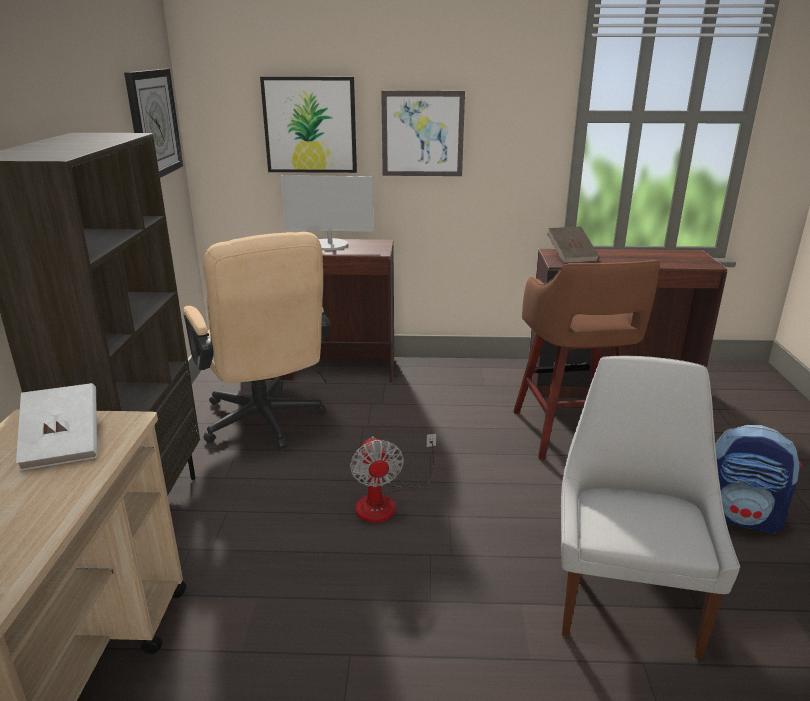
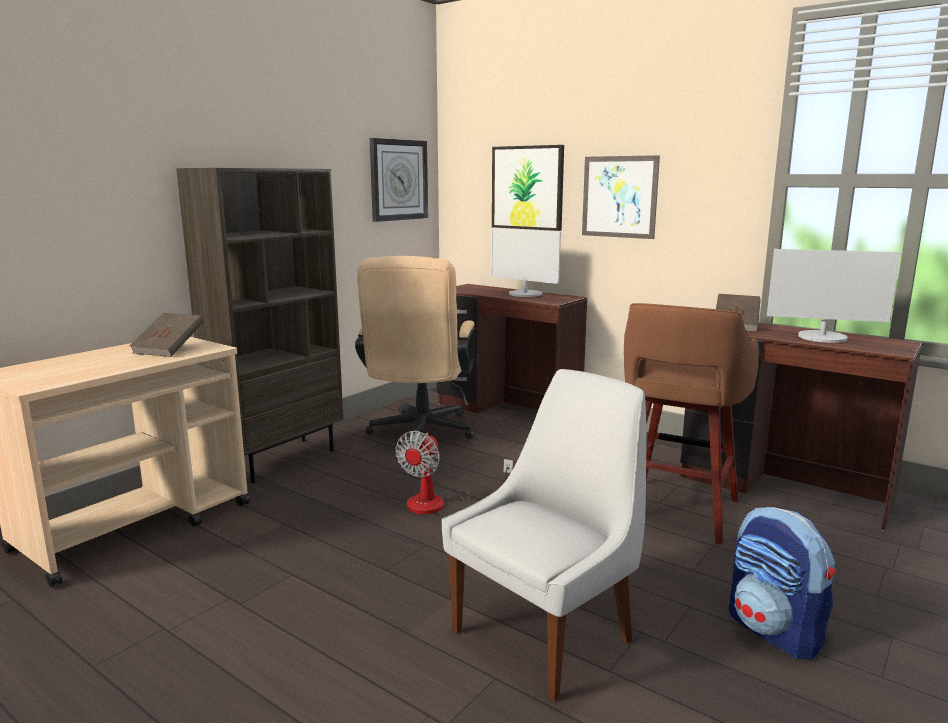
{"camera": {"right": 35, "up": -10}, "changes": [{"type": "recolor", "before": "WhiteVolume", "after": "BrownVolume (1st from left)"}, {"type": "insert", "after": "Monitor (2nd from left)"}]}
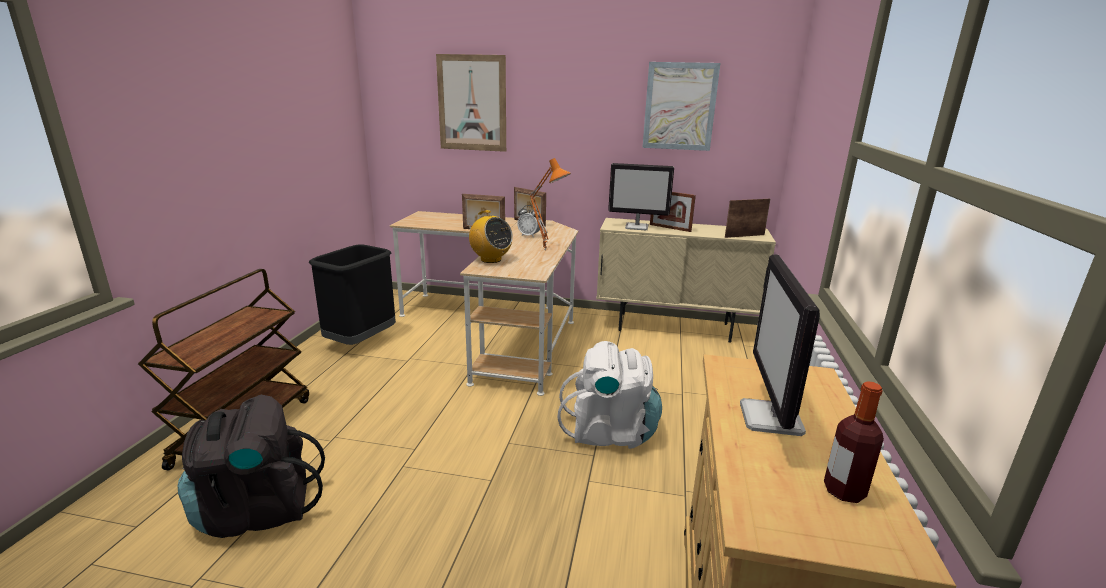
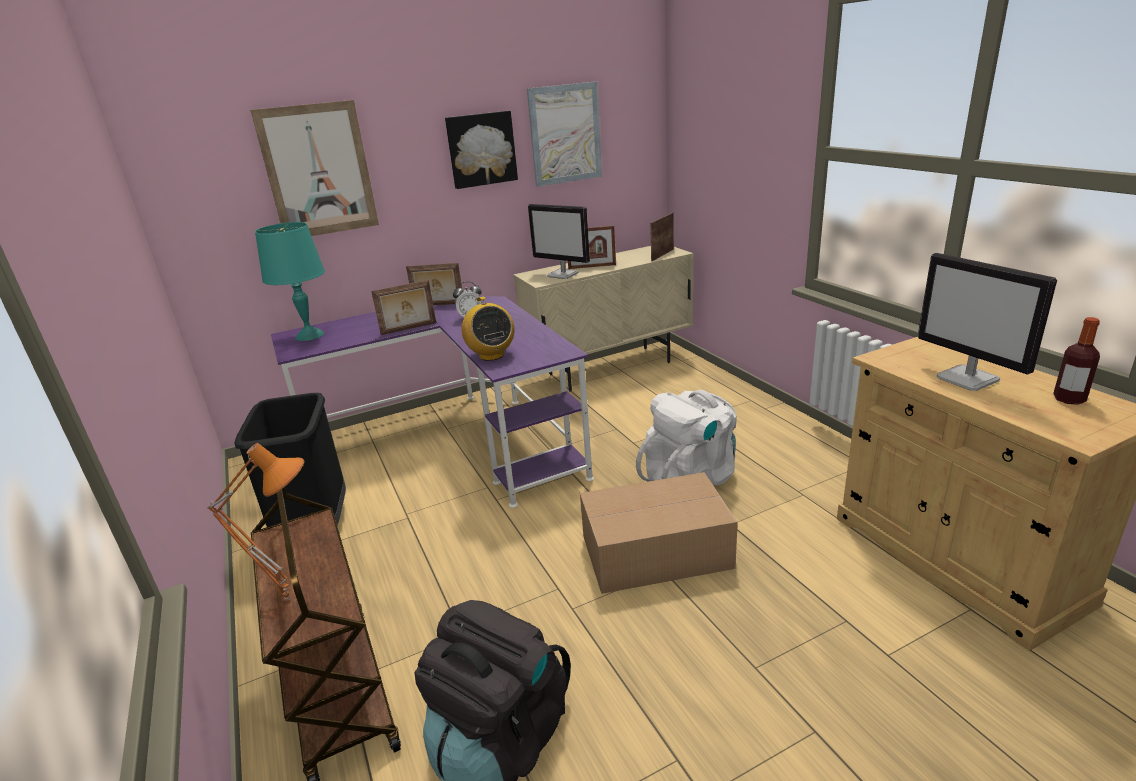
{"camera": {"right": -35, "up": 5}, "changes": [{"type": "move", "before": "OrangeColouredTableLamp"}, {"type": "rotate", "before": "Monitor (1st from left)", "turn": 60}, {"type": "rotate", "before": "RadioReceiver", "turn": 60}, {"type": "recolor", "before": "BeigeColouredDesk", "after": "PurpleColouredDesk"}, {"type": "insert", "after": "WallPicture (2nd from left)"}, {"type": "insert", "after": "BlueGreenTableLamp"}, {"type": "insert", "after": "CardboardBox"}]}
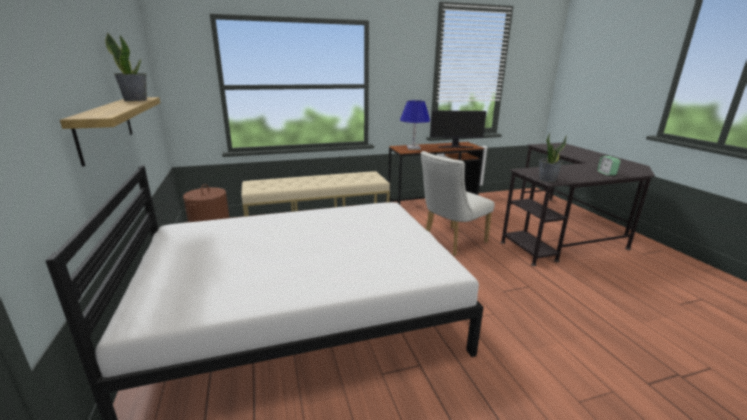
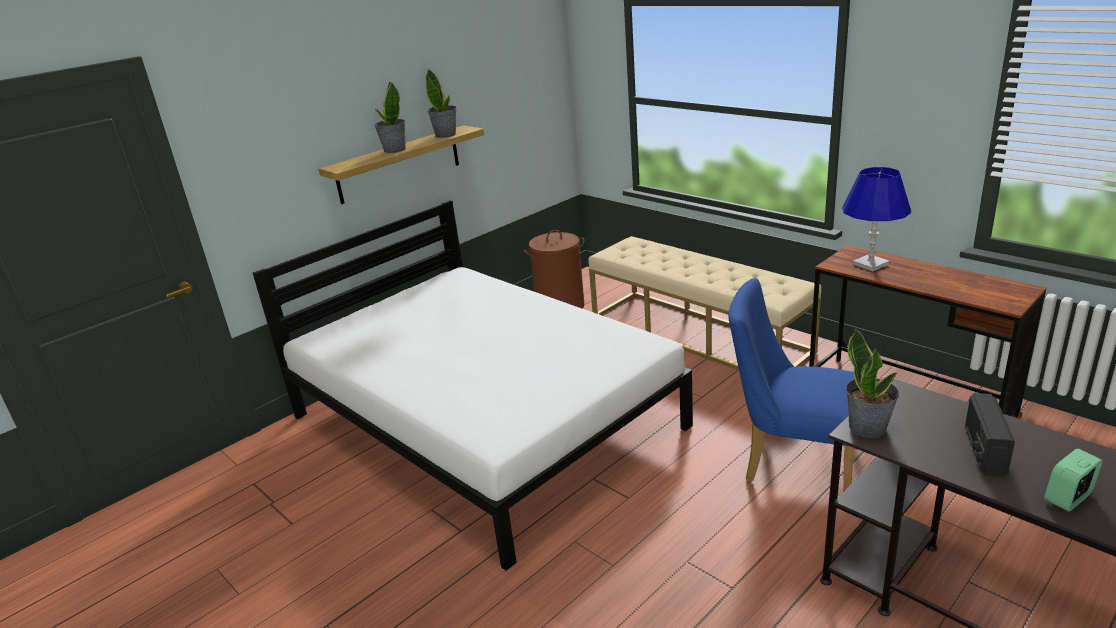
{"camera": {"right": 65, "up": 5}, "changes": [{"type": "delete", "before": "Monitor"}, {"type": "recolor", "before": "WhitePlainChair", "after": "BlueColouredPlainChair"}, {"type": "insert", "after": "Houseplant (1st from left)"}, {"type": "insert", "after": "RadioReceiver"}]}
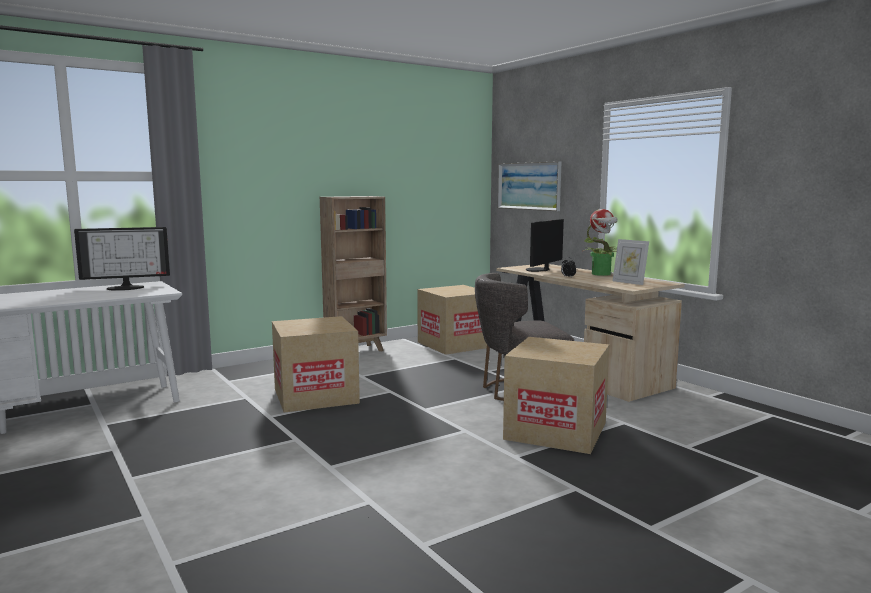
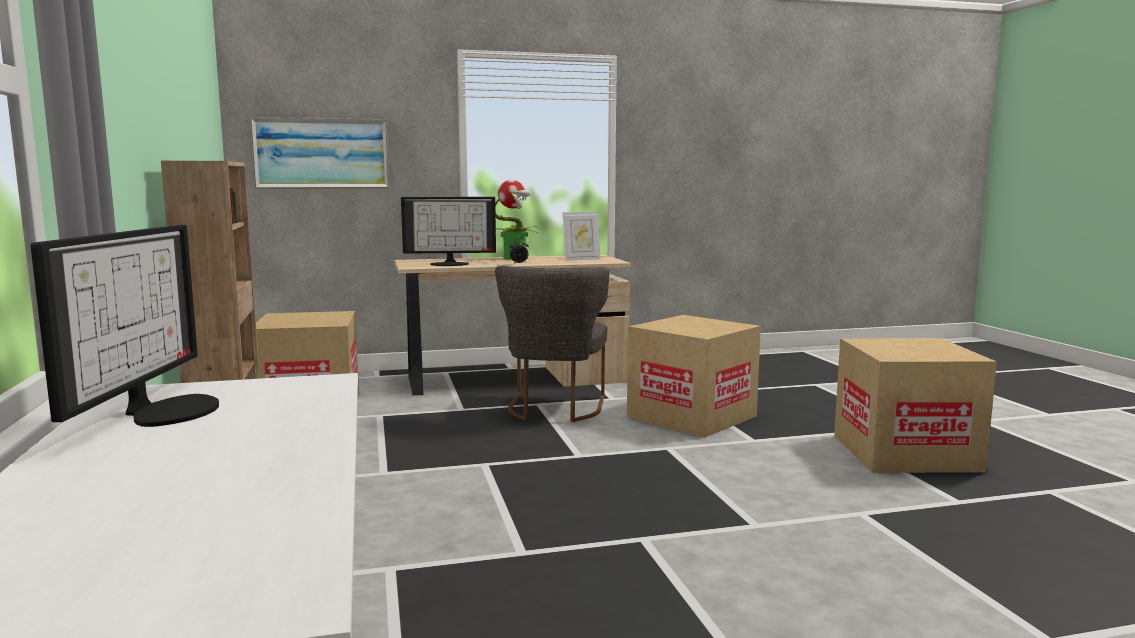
{"camera": {"right": -70, "up": 0}, "changes": [{"type": "rotate", "before": "Monitor (2nd from left)", "turn": -60}, {"type": "move", "before": "CardboardBox (1st from left in the first image)", "after": "CardboardBox (3rd from left)"}]}
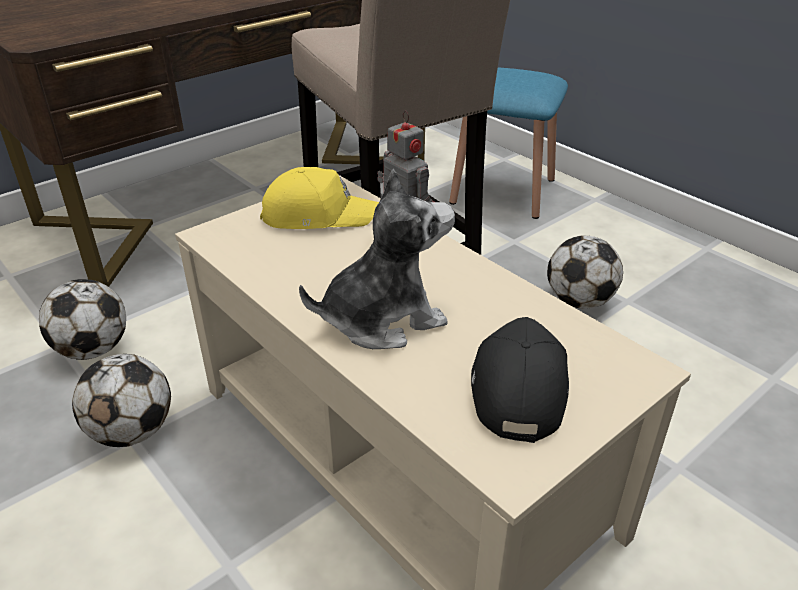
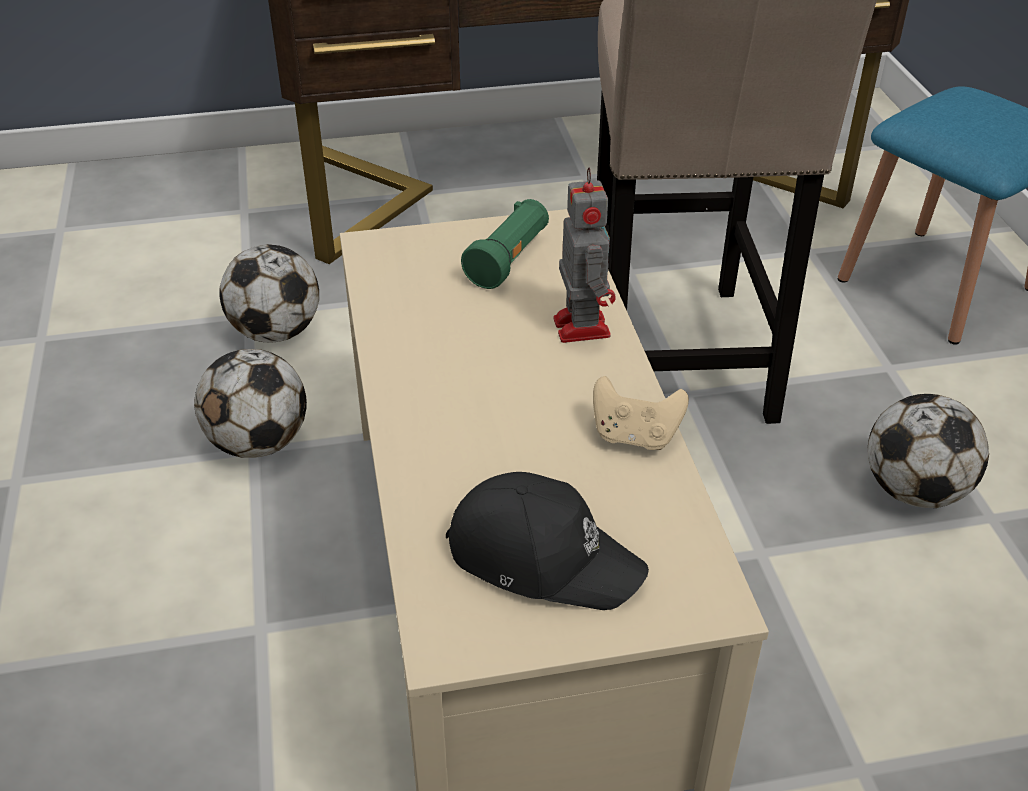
{"camera": {"right": 30, "up": 5}, "changes": [{"type": "replace", "before": "YellowCap", "after": "GreenFlashlight"}, {"type": "delete", "before": "PlushToy"}, {"type": "rotate", "before": "BlackColouredCap", "turn": 75}, {"type": "insert", "after": "BeigeColouredJoypad"}]}
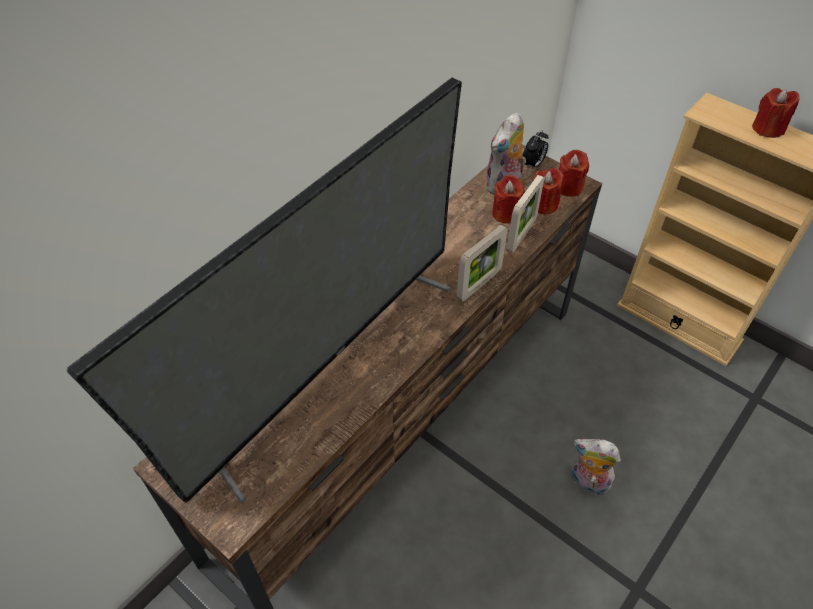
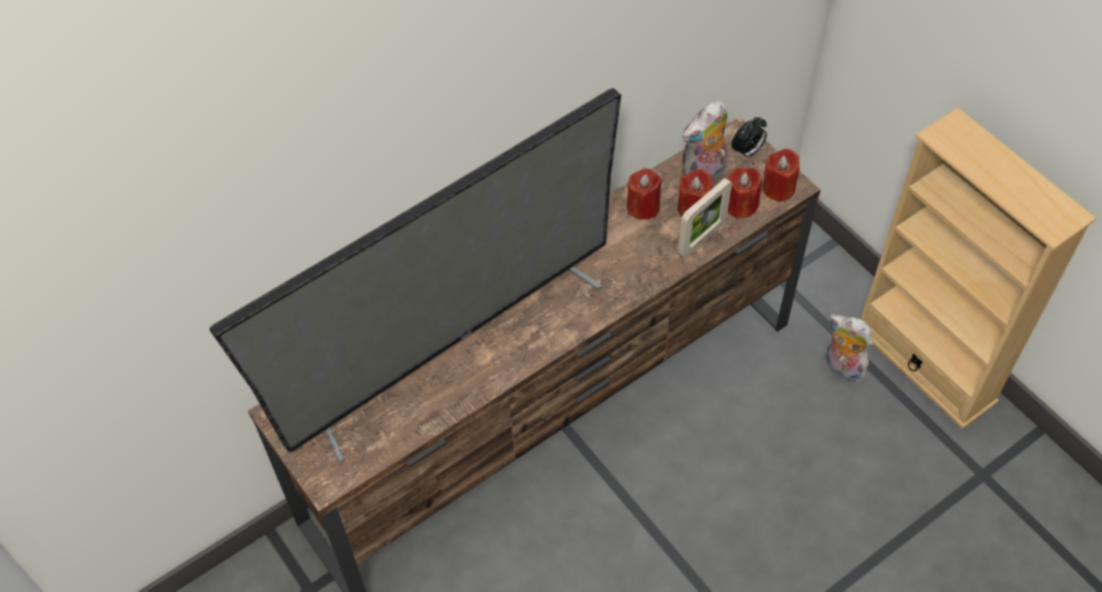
{"camera": {"right": 15, "up": 5}, "changes": [{"type": "move", "before": "RedCandle (4th from left in the first image)", "after": "RedCandle (1st from left)"}, {"type": "delete", "before": "PictureFrame (1st from left)"}, {"type": "move", "before": "PlushToy (2nd from left)"}]}
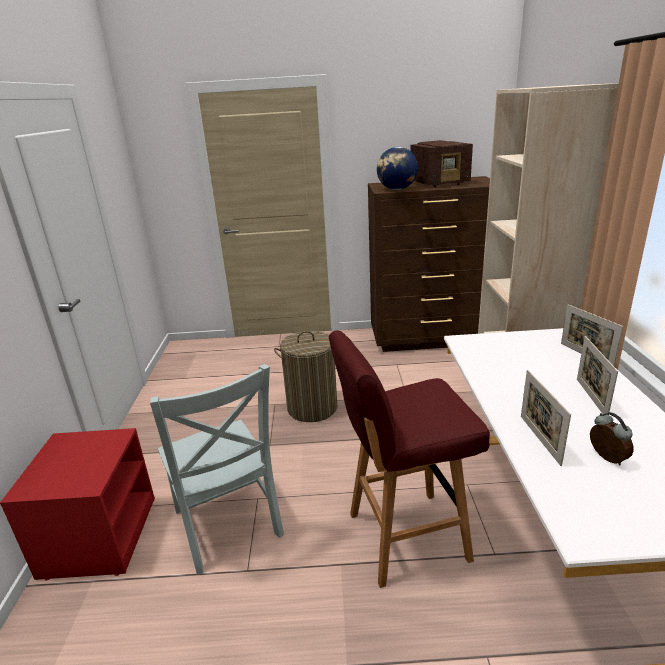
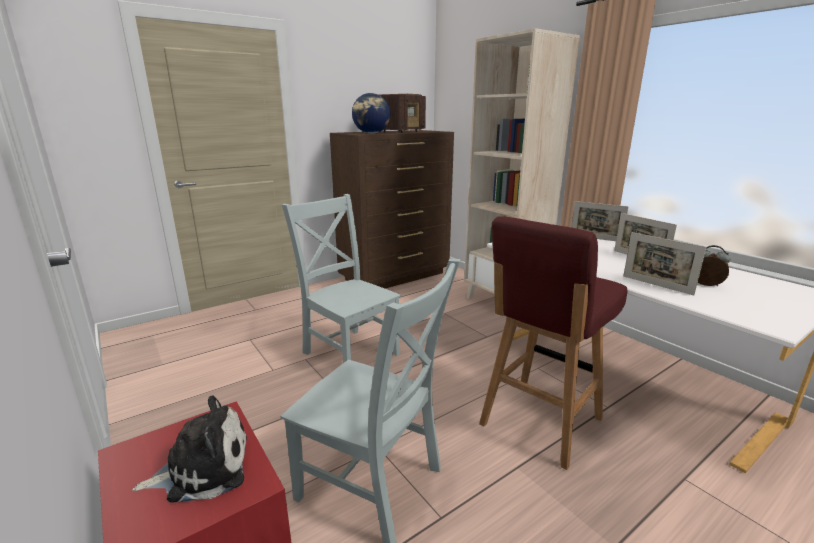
{"camera": {"right": -35, "up": -5}, "changes": [{"type": "replace", "before": "LaundryBasket", "after": "GrayPlainChair (1st from left)"}, {"type": "insert", "after": "PlushToy"}]}
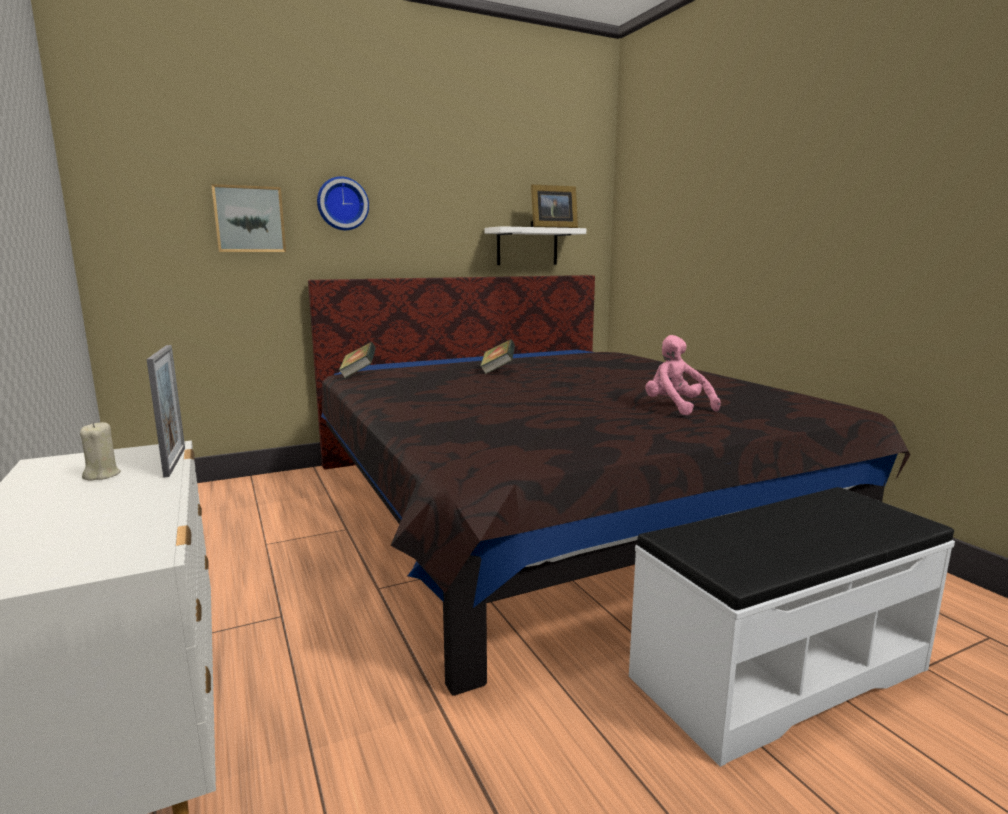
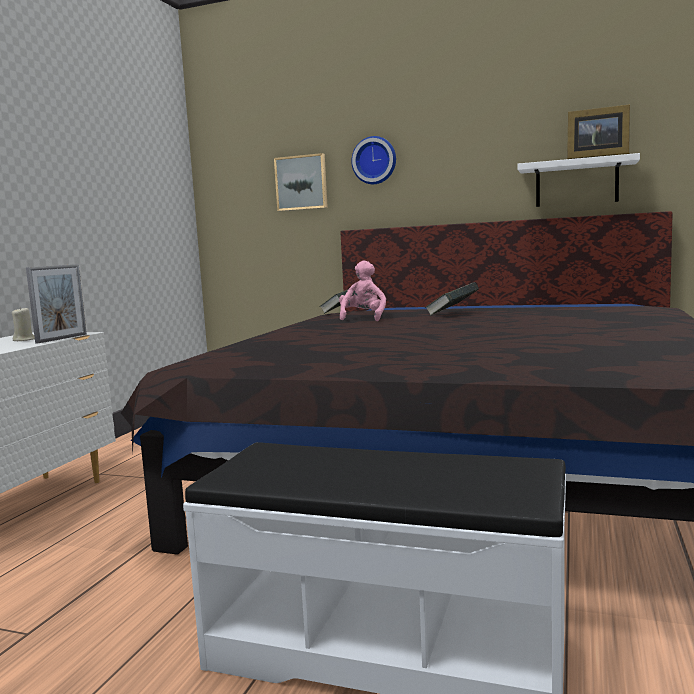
{"camera": {"right": 45, "up": -5}, "changes": [{"type": "move", "before": "PinkPlushToy"}]}
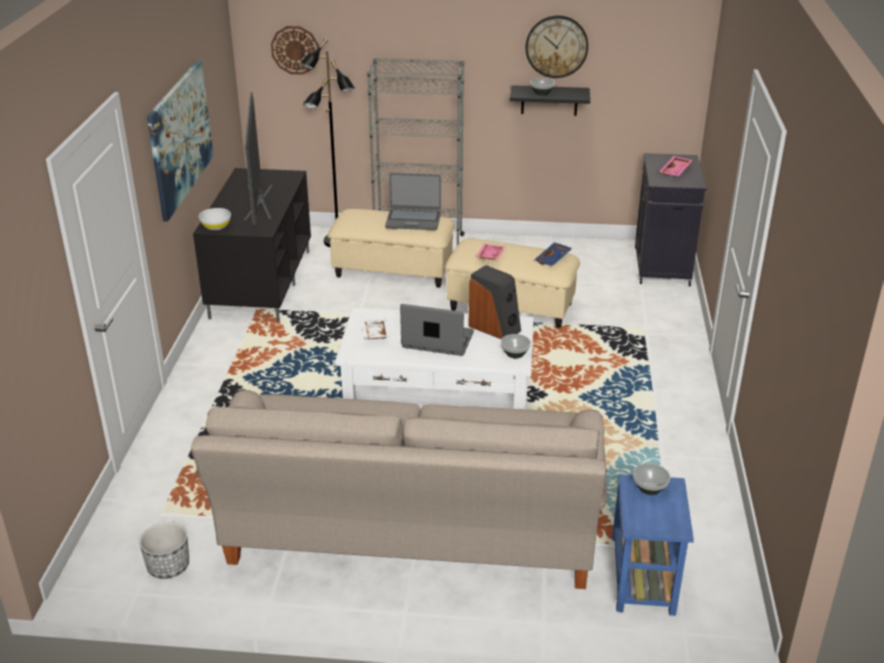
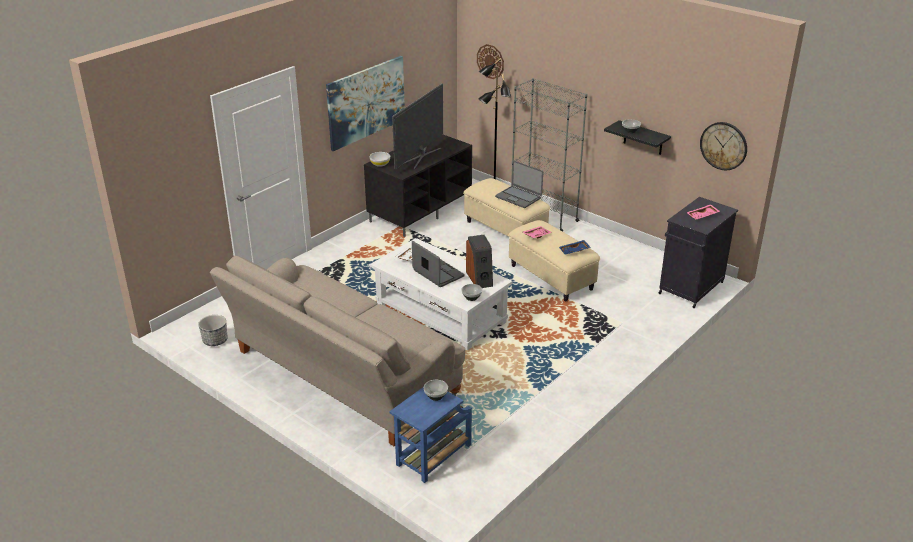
{"camera": {"right": 35, "up": 0}, "changes": [{"type": "move", "before": "WallClock (2nd from left)"}]}
